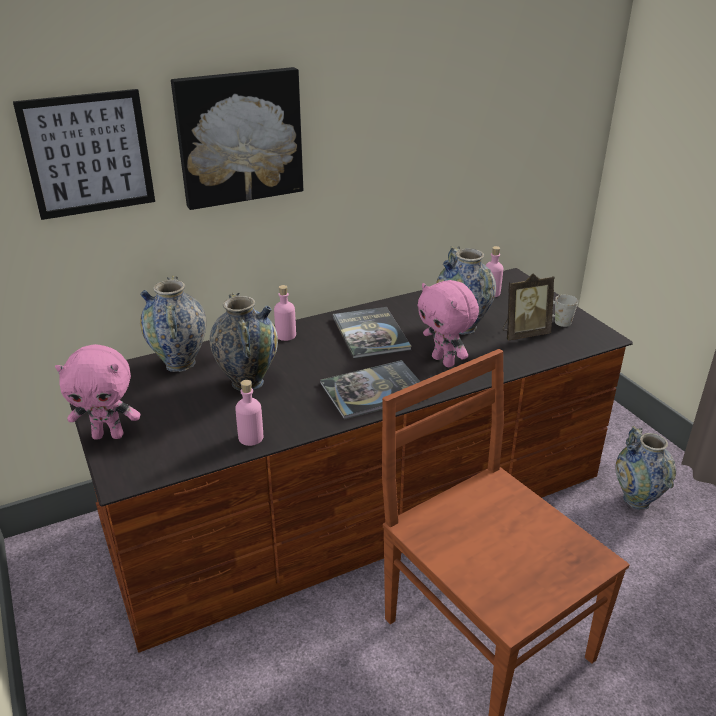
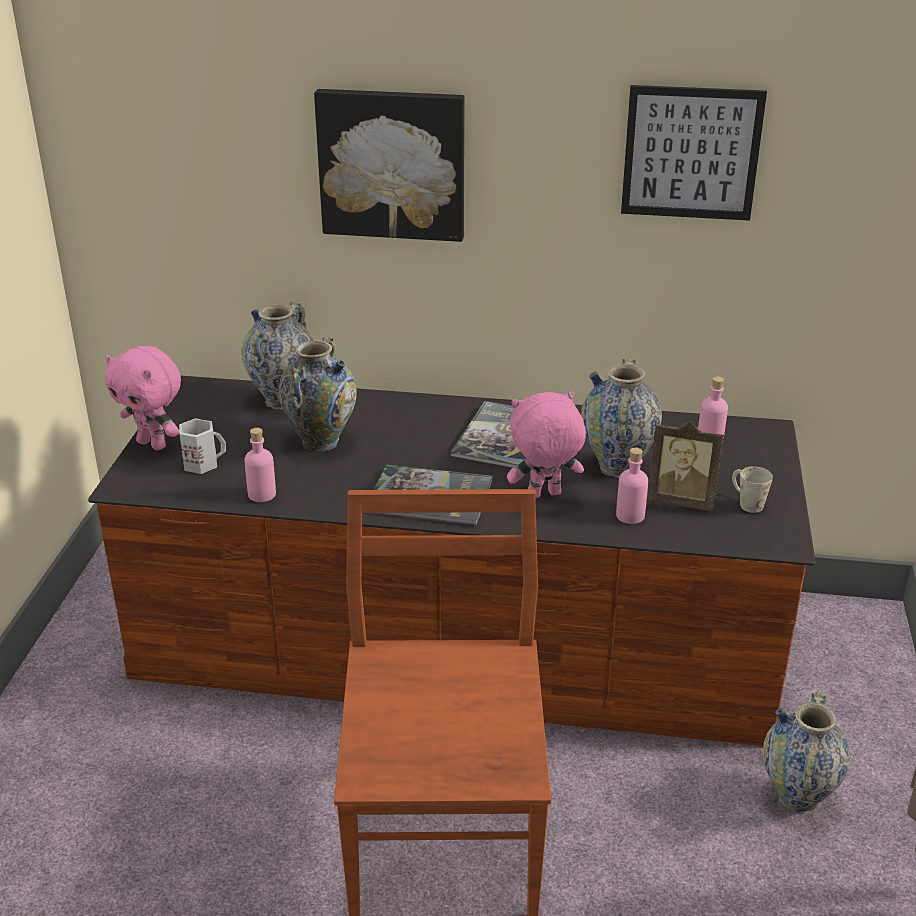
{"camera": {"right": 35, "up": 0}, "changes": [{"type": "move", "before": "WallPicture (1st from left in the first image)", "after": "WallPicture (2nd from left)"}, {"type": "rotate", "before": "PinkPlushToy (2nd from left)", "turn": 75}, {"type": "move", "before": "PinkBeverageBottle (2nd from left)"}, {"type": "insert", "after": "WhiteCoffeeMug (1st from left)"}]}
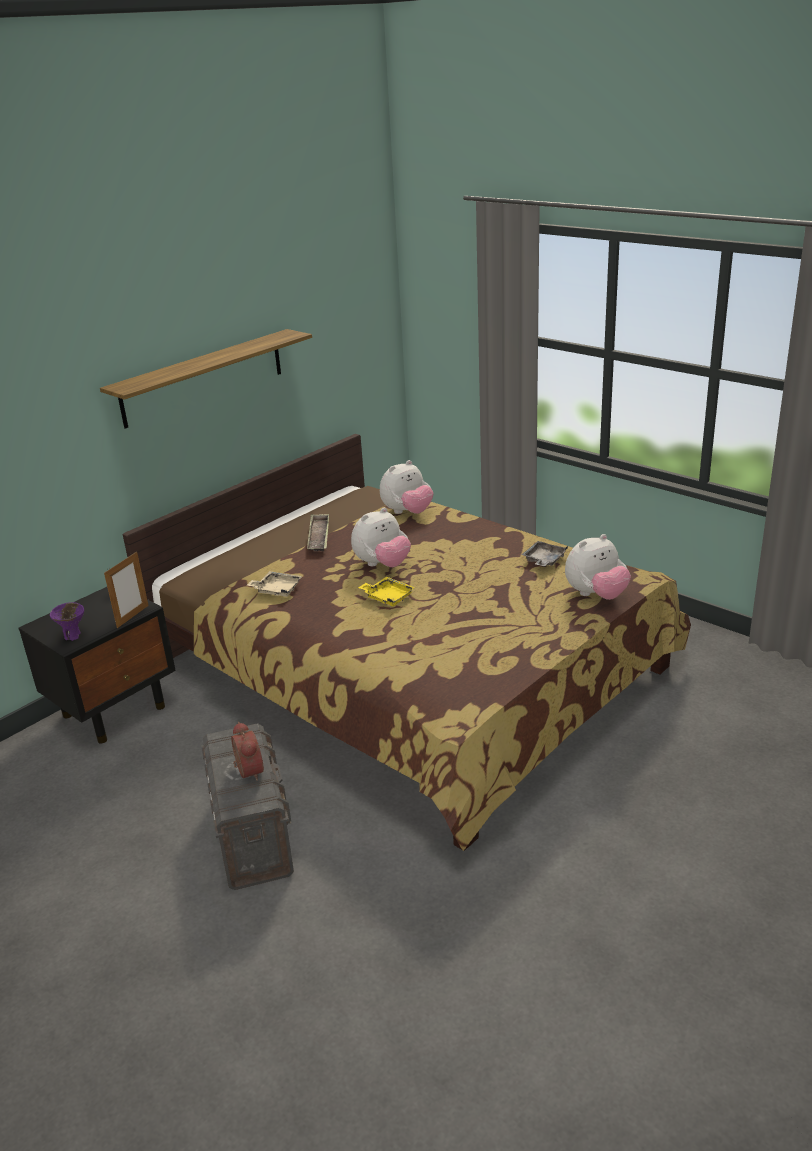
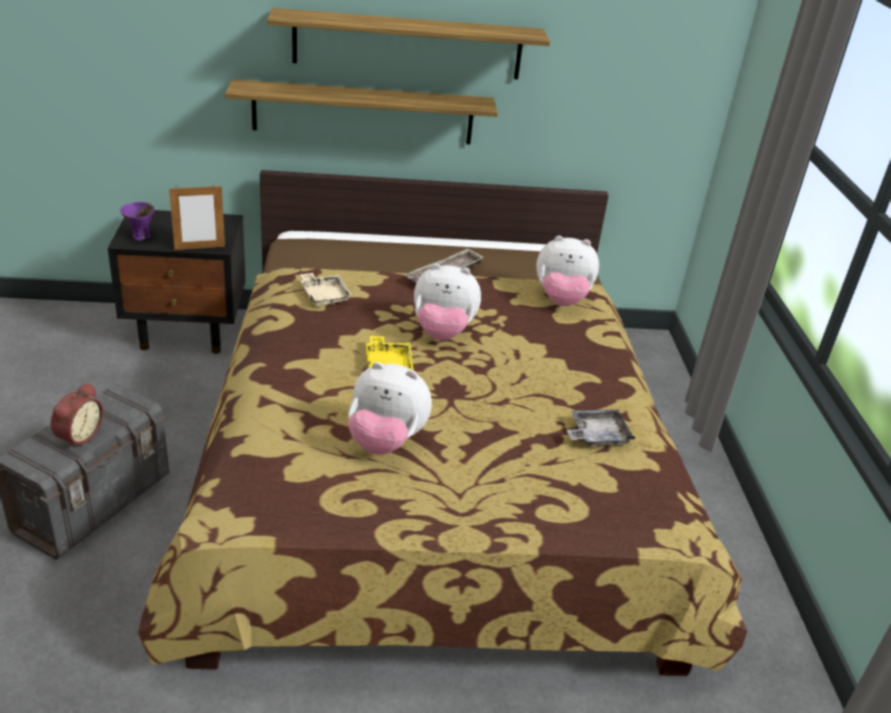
{"camera": {"right": 40, "up": 5}, "changes": [{"type": "move", "before": "PlushToy (3rd from left in the first image)", "after": "PlushToy (1st from left)"}, {"type": "insert", "after": "WallShelf (1st from left)"}]}
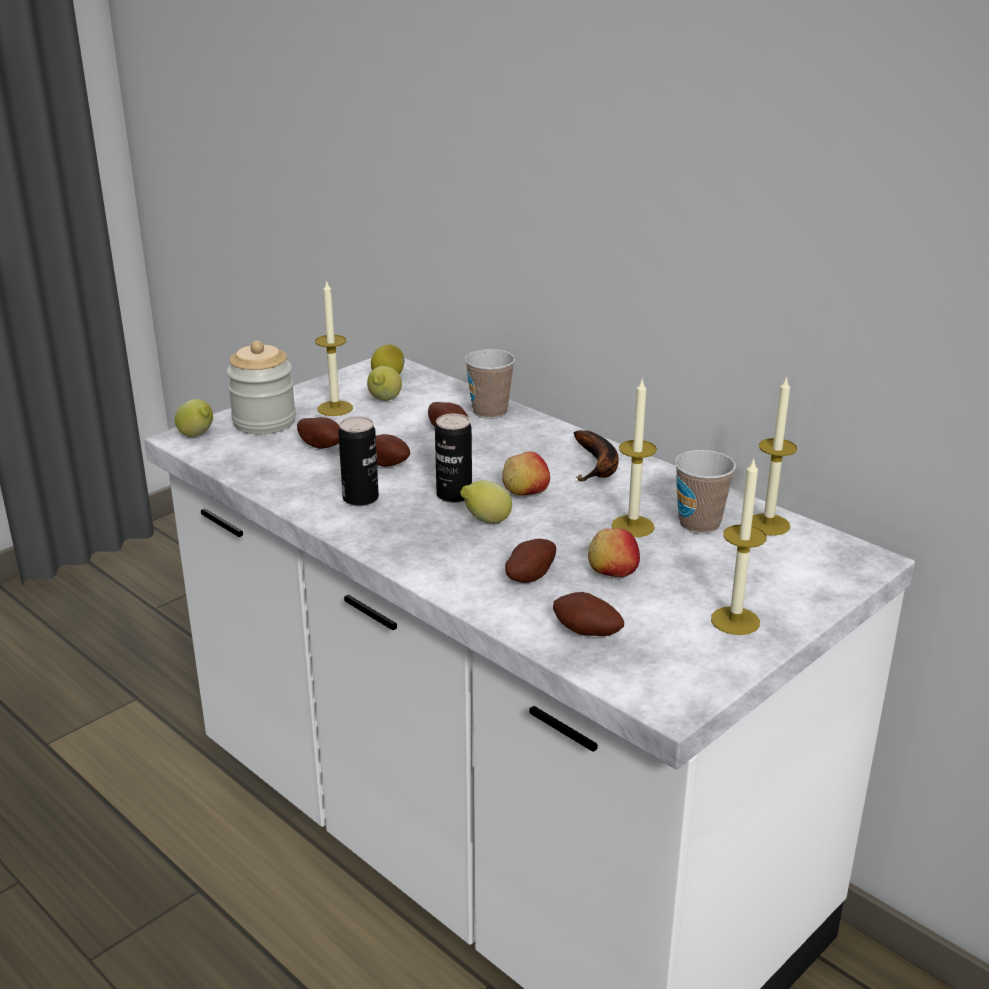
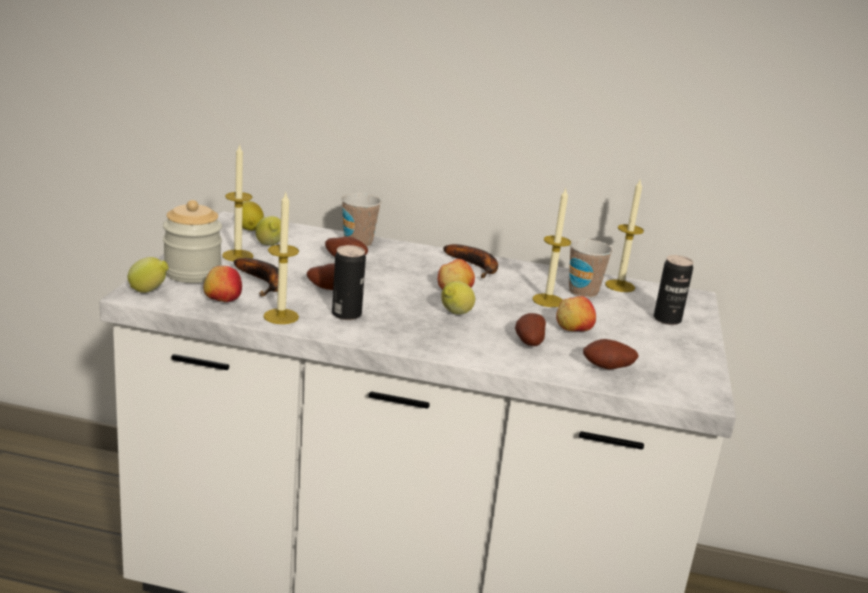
{"camera": {"right": -35, "up": -5}, "changes": [{"type": "move", "before": "MetalCan (2nd from left)"}, {"type": "replace", "before": "Potato (1st from left)", "after": "WholeBanana (1st from left)"}, {"type": "move", "before": "Candle (3rd from left in the first image)", "after": "Candle (2nd from left)"}, {"type": "insert", "after": "AppleFruit (1st from left)"}]}
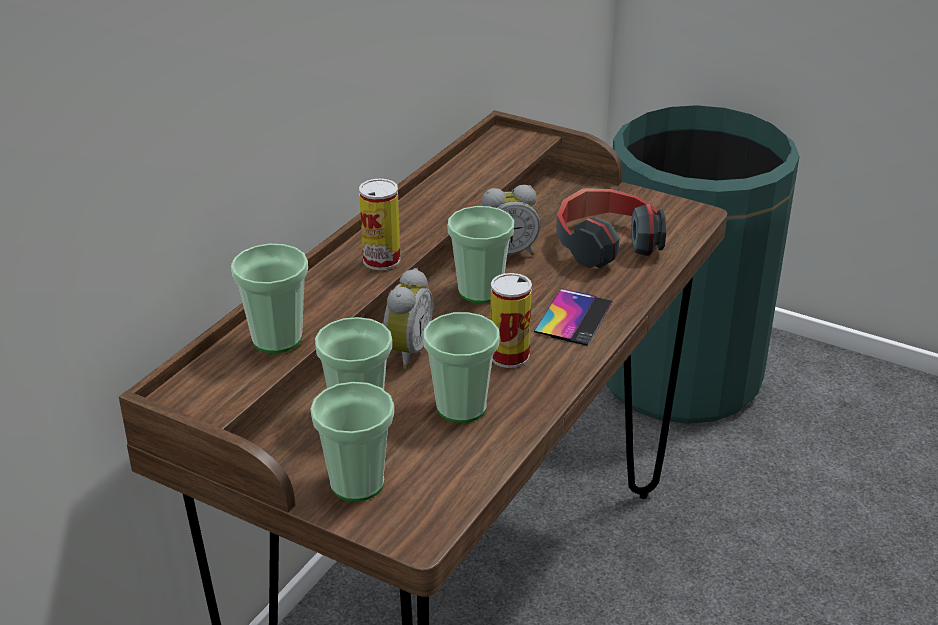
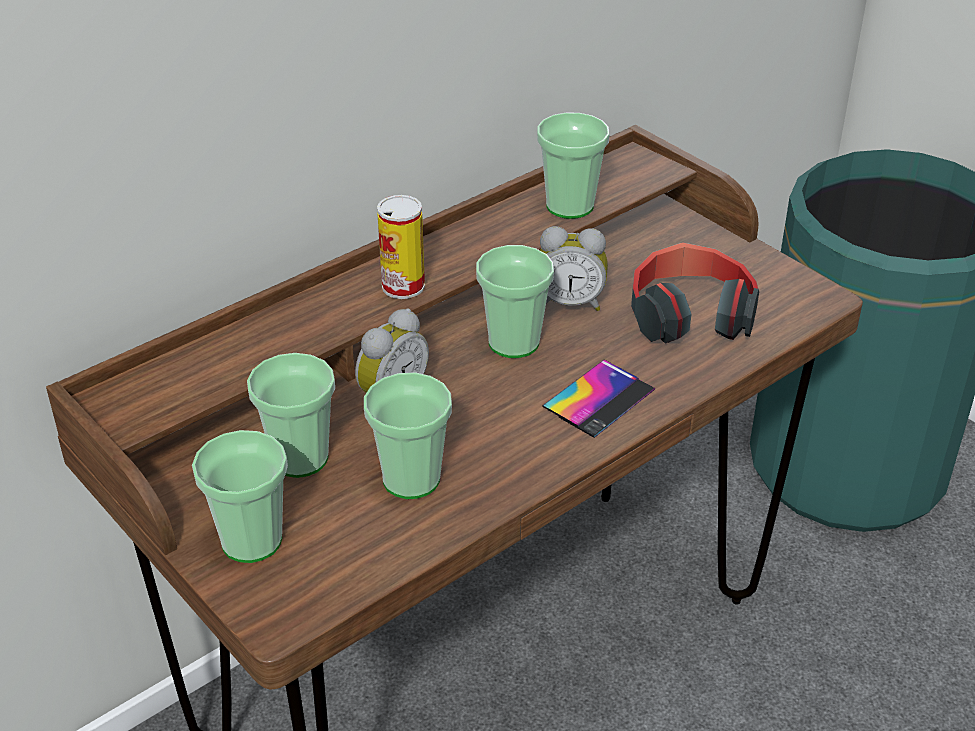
{"camera": {"right": 20, "up": 5}, "changes": [{"type": "move", "before": "Cup (1st from left in the first image)", "after": "Cup (5th from left)"}, {"type": "delete", "before": "MetalCan (2nd from left)"}]}
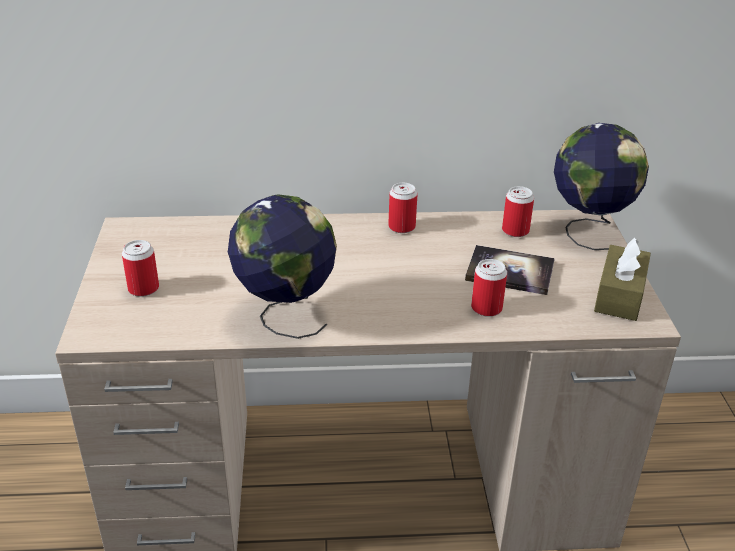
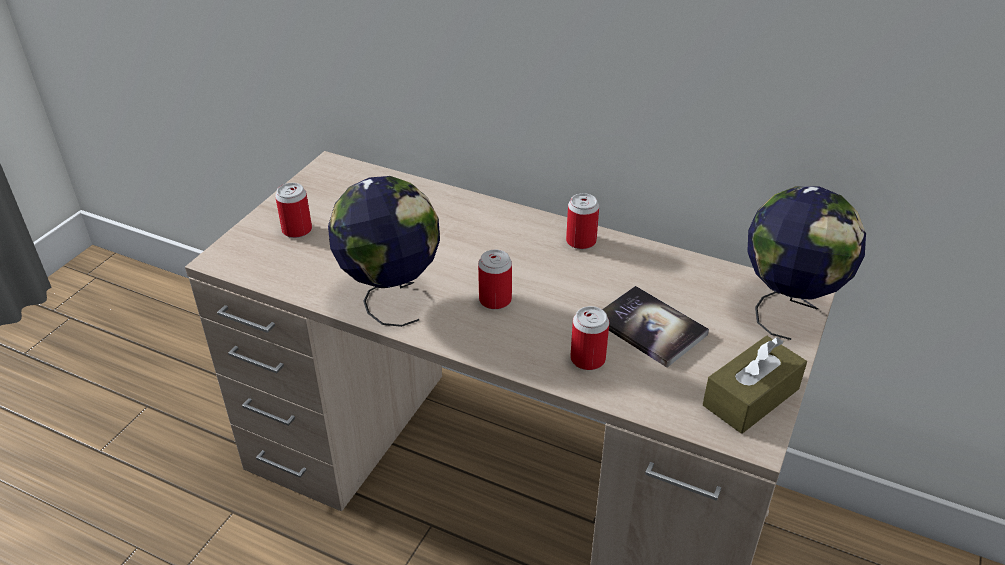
{"camera": {"right": 30, "up": 5}, "changes": [{"type": "move", "before": "MetalCan (4th from left in the first image)", "after": "MetalCan (2nd from left)"}]}
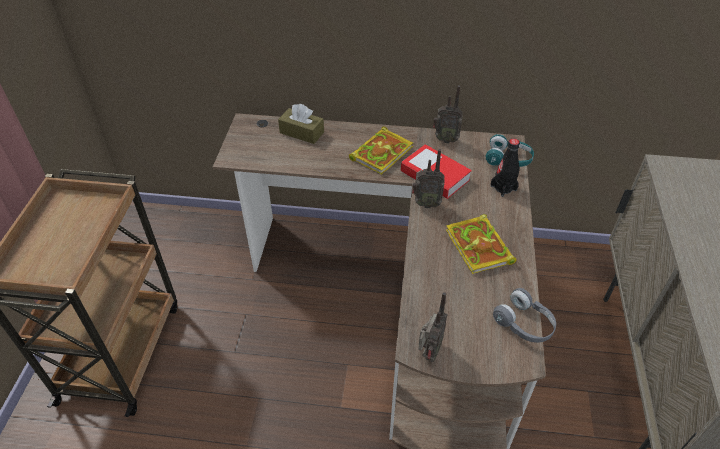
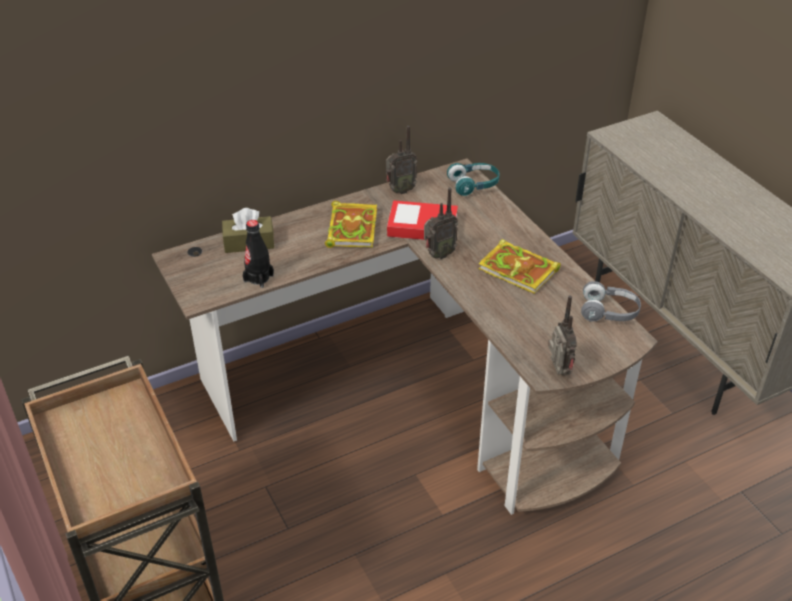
{"camera": {"right": -35, "up": -5}, "changes": [{"type": "move", "before": "BlackColouredBeverageBottle"}]}
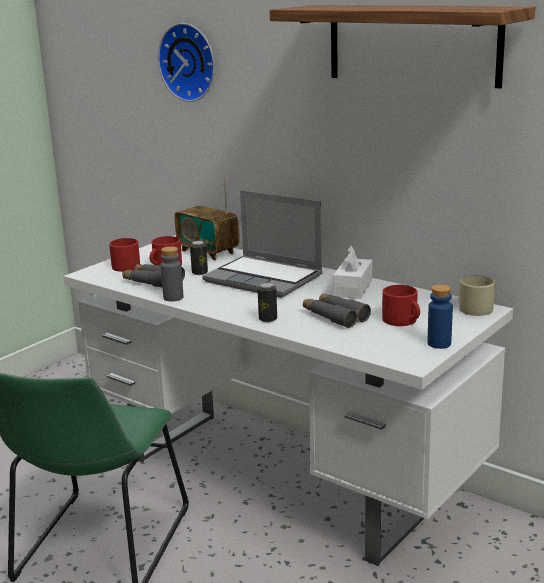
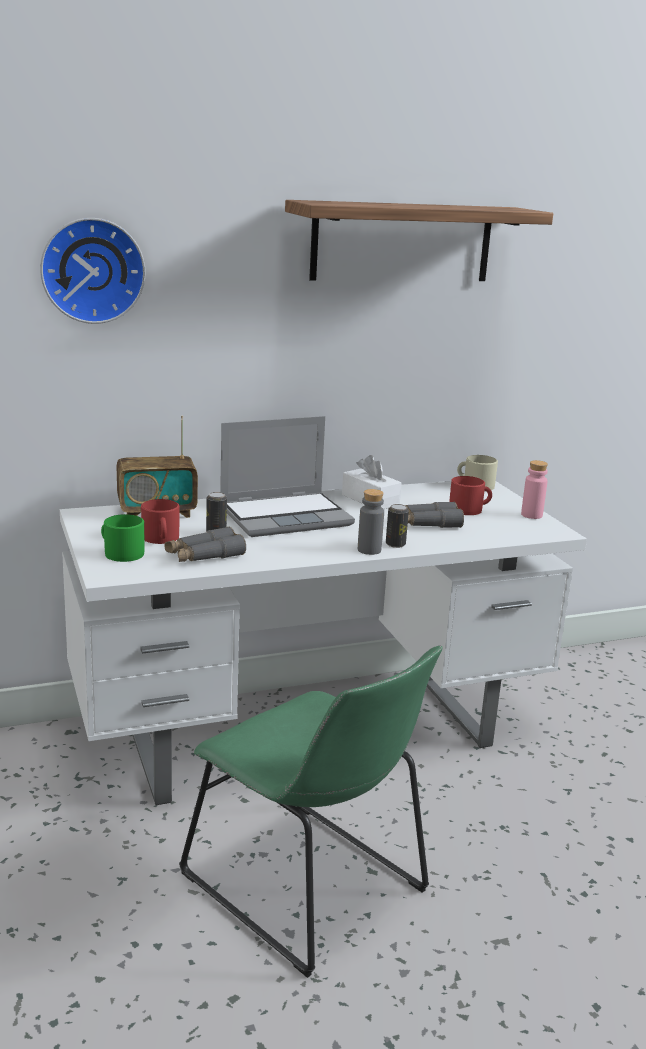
{"camera": {"right": -60, "up": 0}, "changes": [{"type": "recolor", "before": "RedCoffeeMug (1st from left)", "after": "GreenCoffeeMug"}, {"type": "move", "before": "GrayBeverageBottle"}, {"type": "recolor", "before": "BlueColouredBeverageBottle", "after": "PinkBeverageBottle"}]}
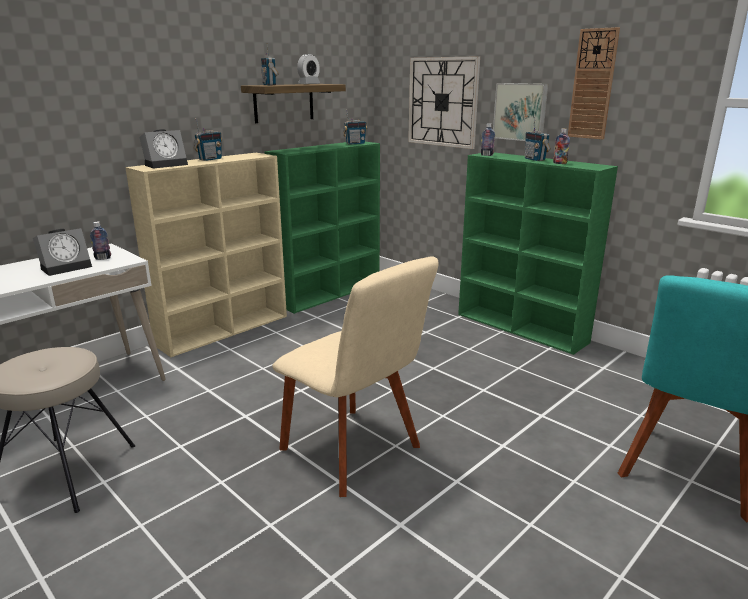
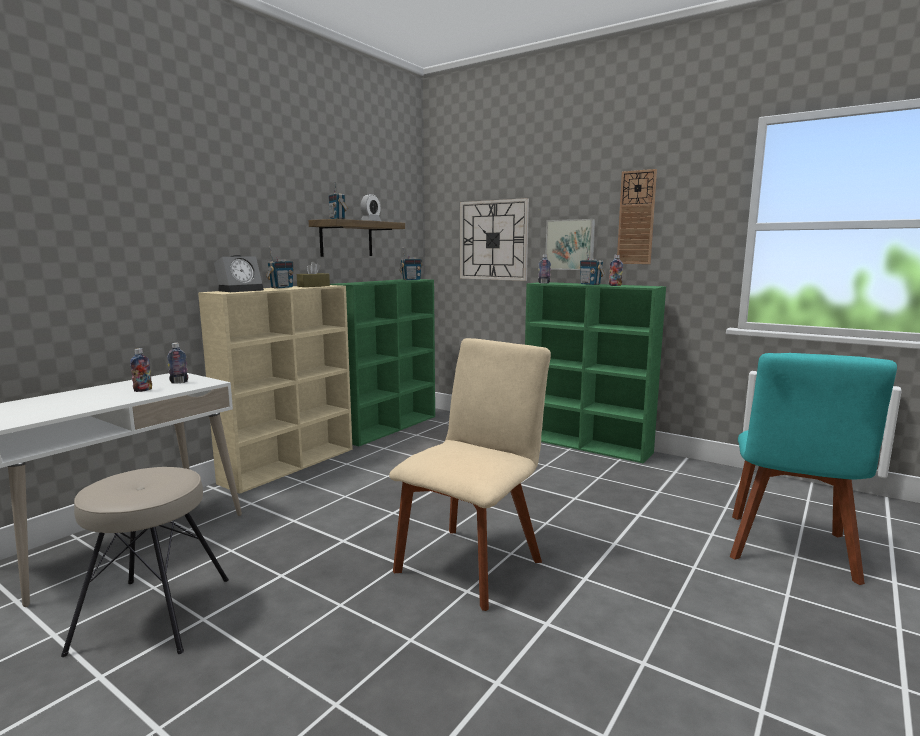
{"camera": {"right": -10, "up": -10}, "changes": [{"type": "replace", "before": "BedsideClock (1st from left)", "after": "BeverageBottle (1st from left)"}, {"type": "rotate", "before": "BeigeColouredPlainChair", "turn": -90}, {"type": "insert", "after": "BrownBoxOfTissues"}]}
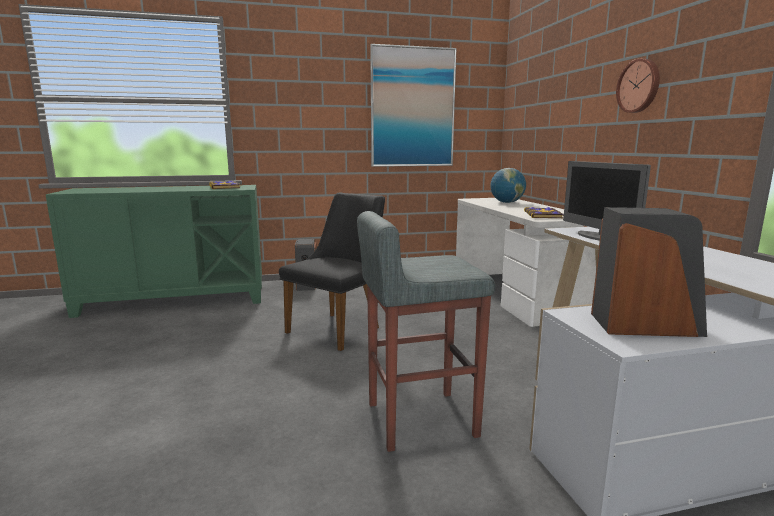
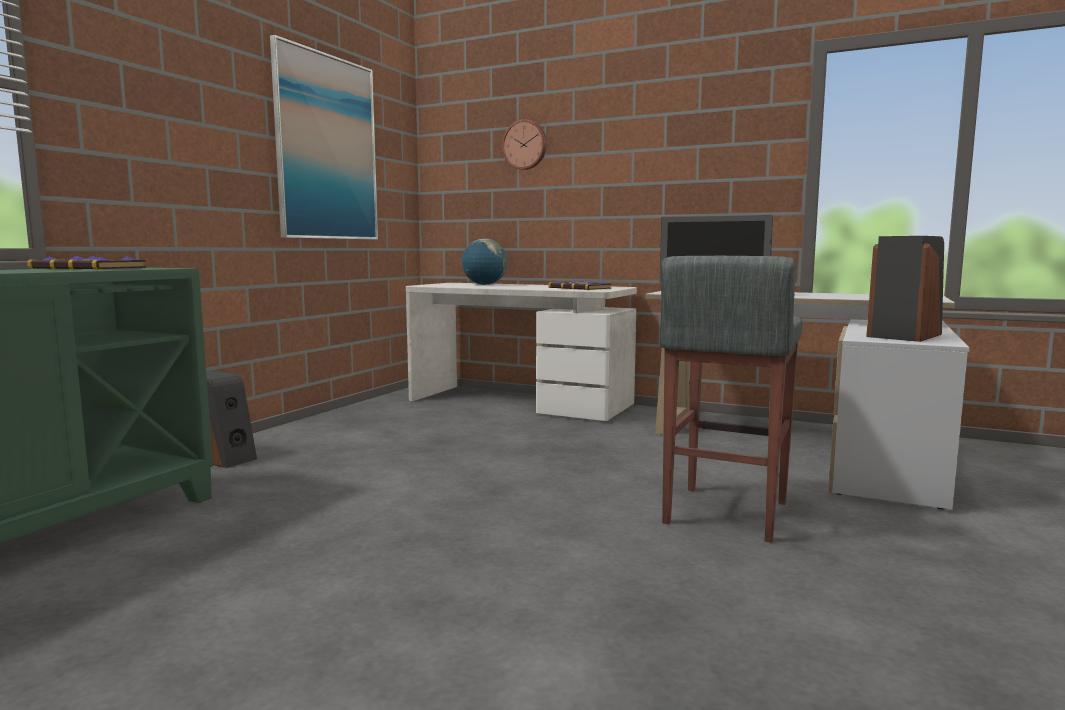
{"camera": {"right": -50, "up": -5}, "changes": [{"type": "move", "before": "WallClock"}, {"type": "delete", "before": "BlackColouredPlainChair"}]}
